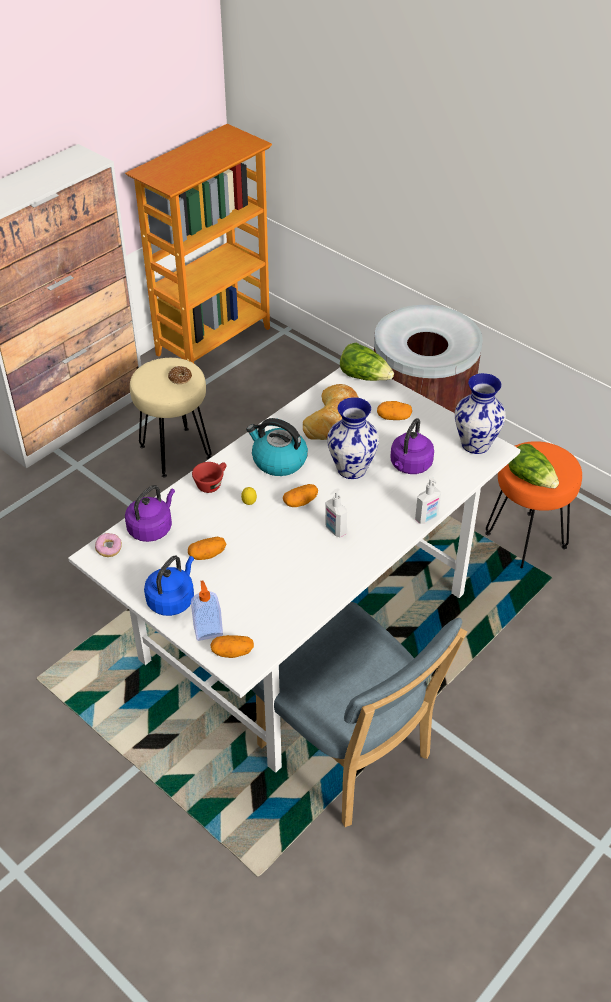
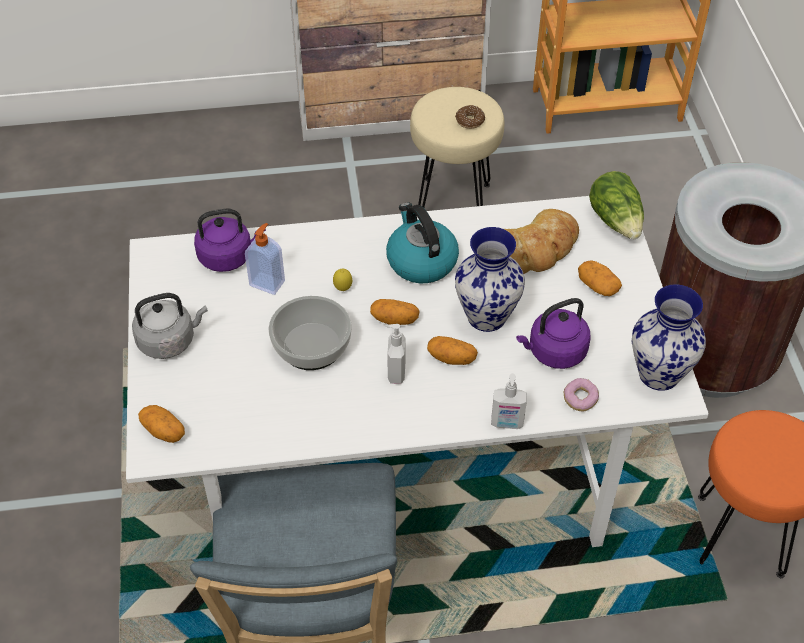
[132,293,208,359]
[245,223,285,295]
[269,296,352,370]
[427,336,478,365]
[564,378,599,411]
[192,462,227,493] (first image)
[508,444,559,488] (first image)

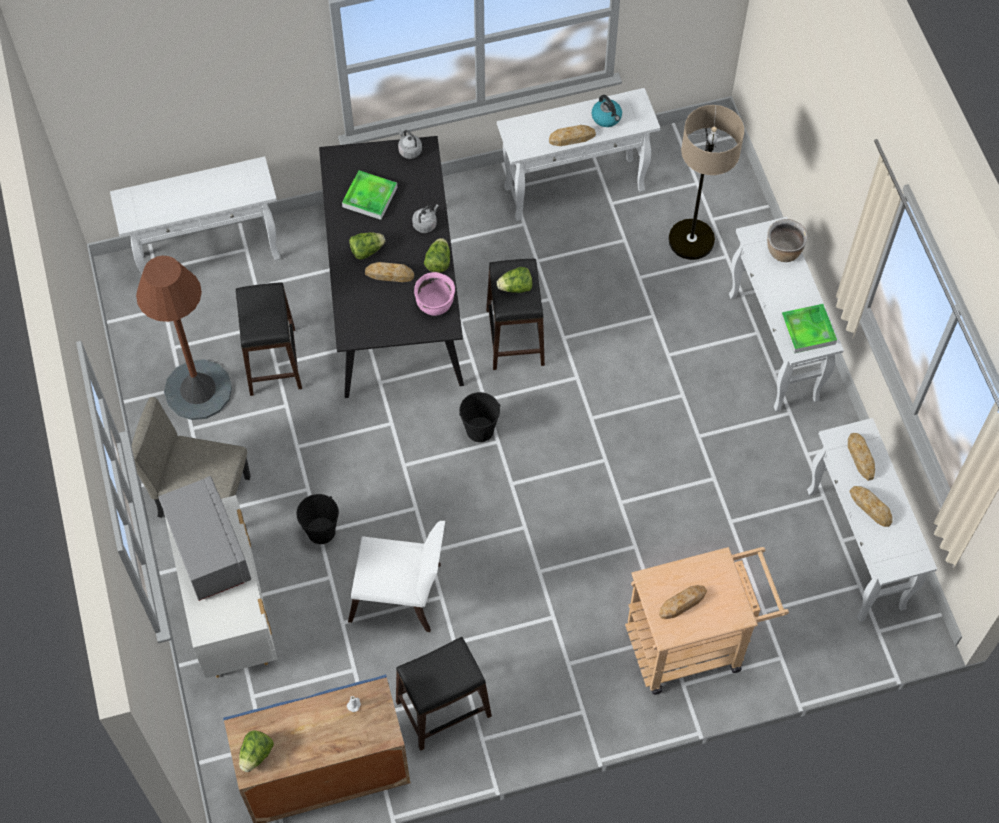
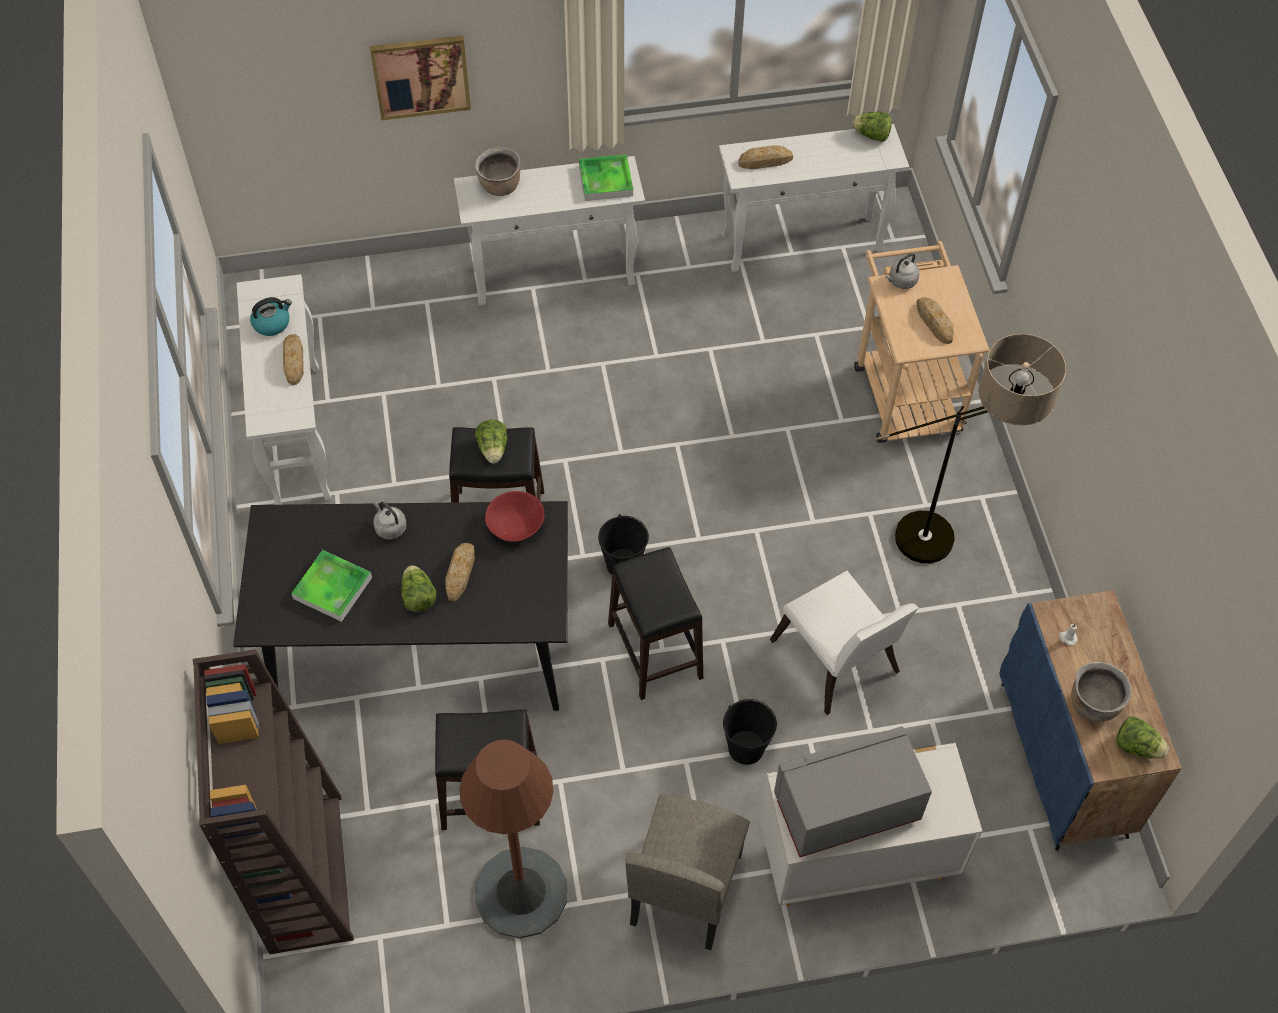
[193,649,354,954]
[370,36,471,120]
[485,491,545,542]
[608,547,703,700]
[770,571,918,715]
[852,112,892,142]
[875,334,1066,563]
[886,253,920,289]
[1071,662,1132,722]
[849,486,893,527] (first image)

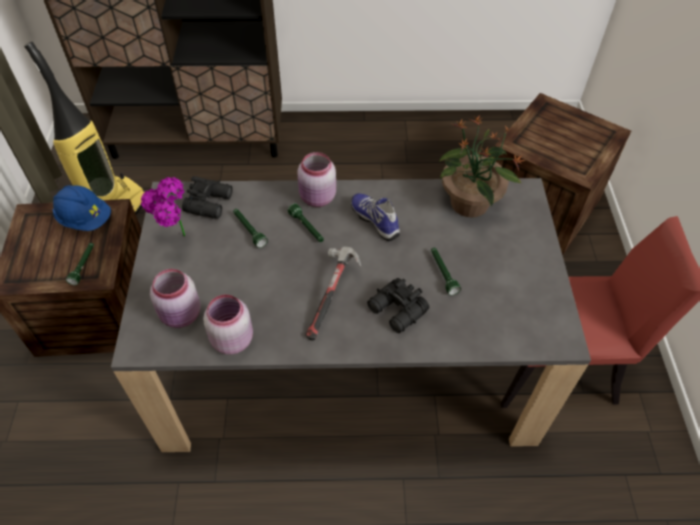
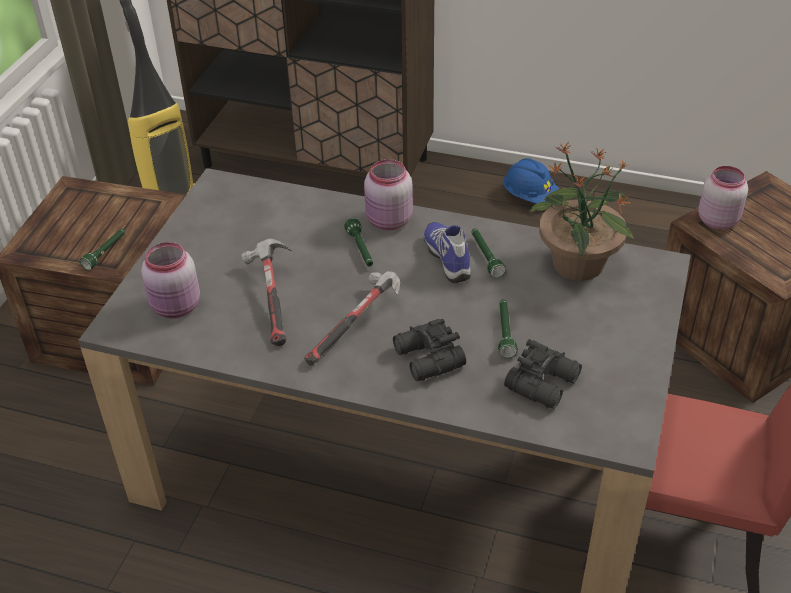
[242,239,292,346]
[472,229,506,278]
[503,158,559,204]
[504,339,582,409]
[698,166,748,230]
[141,177,185,237] (first image)

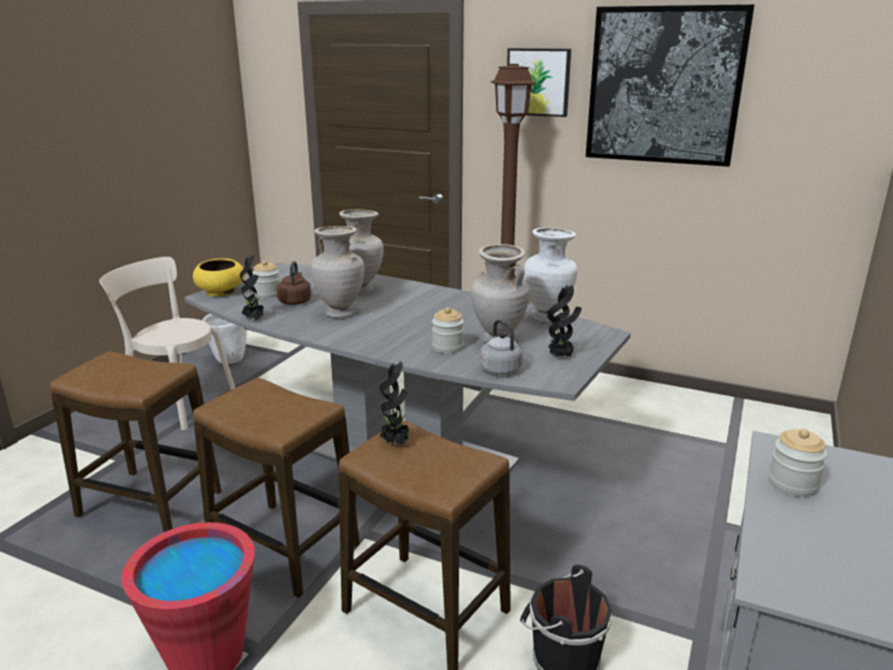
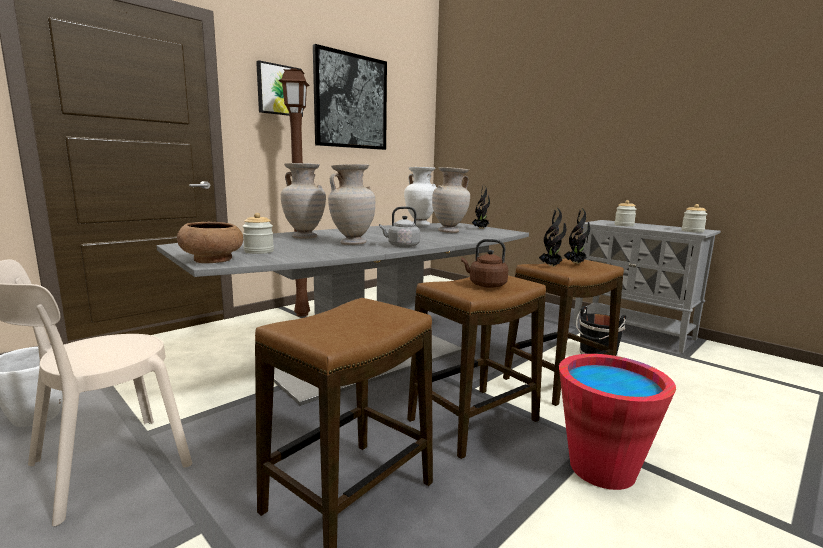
[177,222,243,263]
[379,206,420,248]
[461,239,508,288]
[564,208,590,264]
[681,204,707,233]

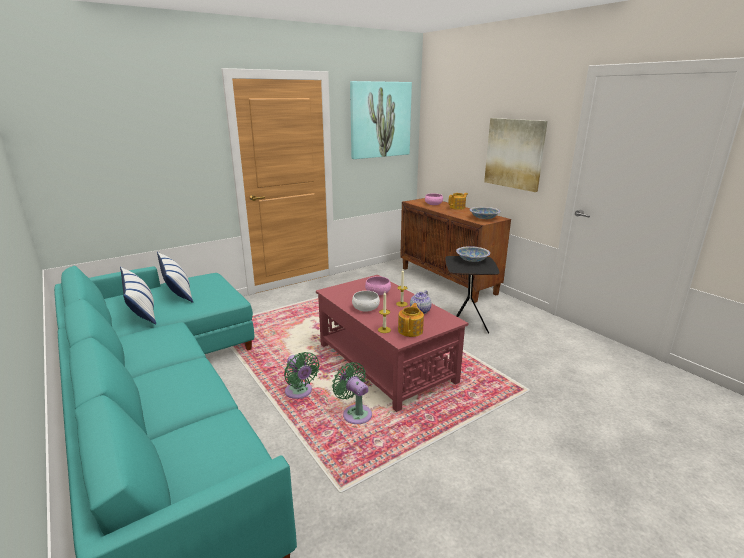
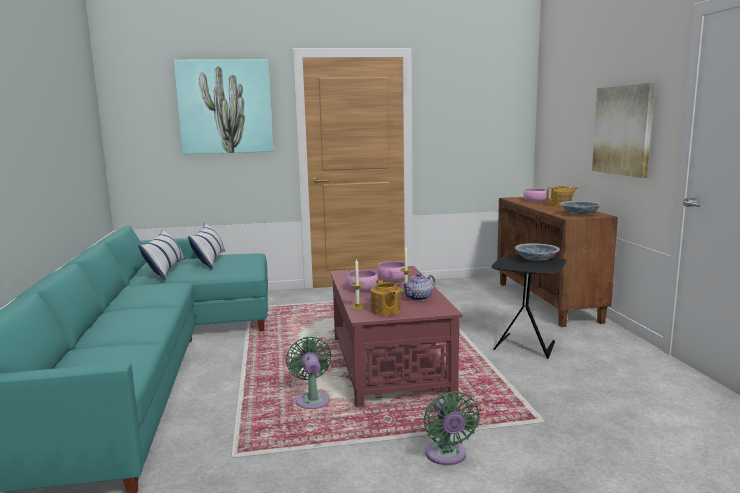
[173,59,273,154]
[346,270,378,292]
[371,280,401,316]
[423,391,480,465]

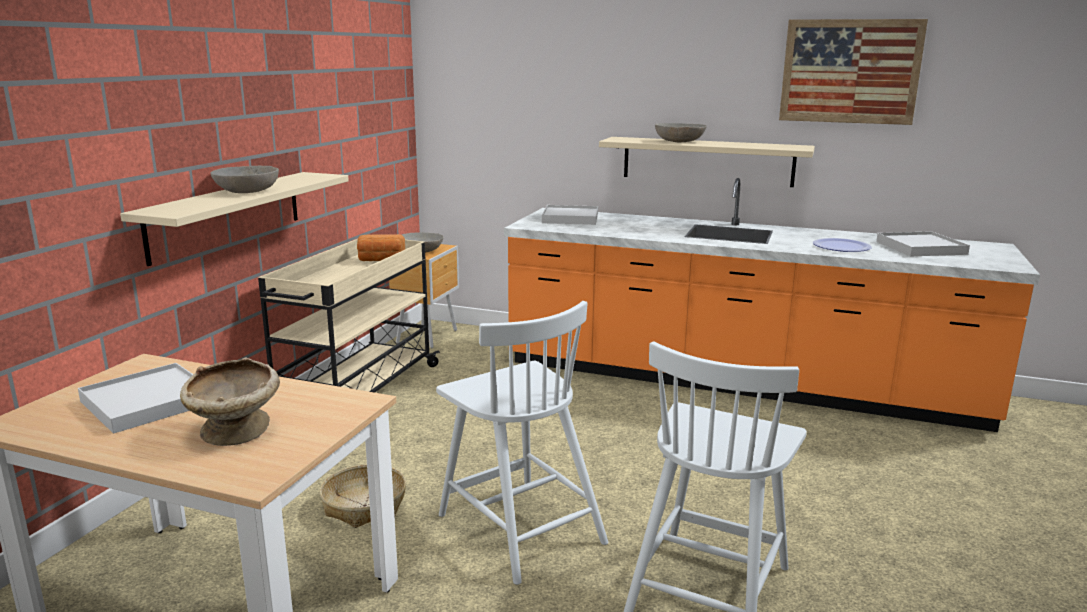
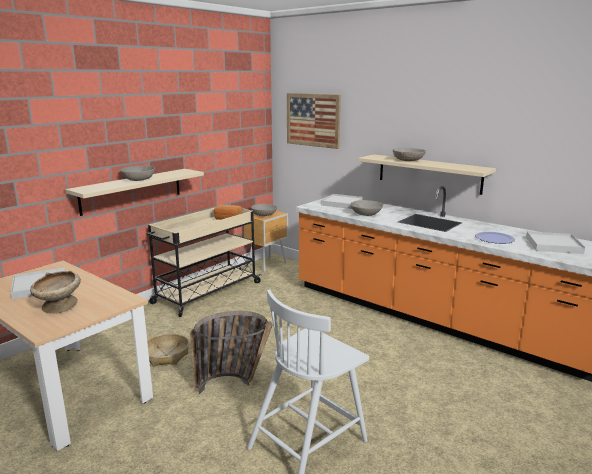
[190,311,273,394]
[287,93,341,149]
[350,200,383,216]

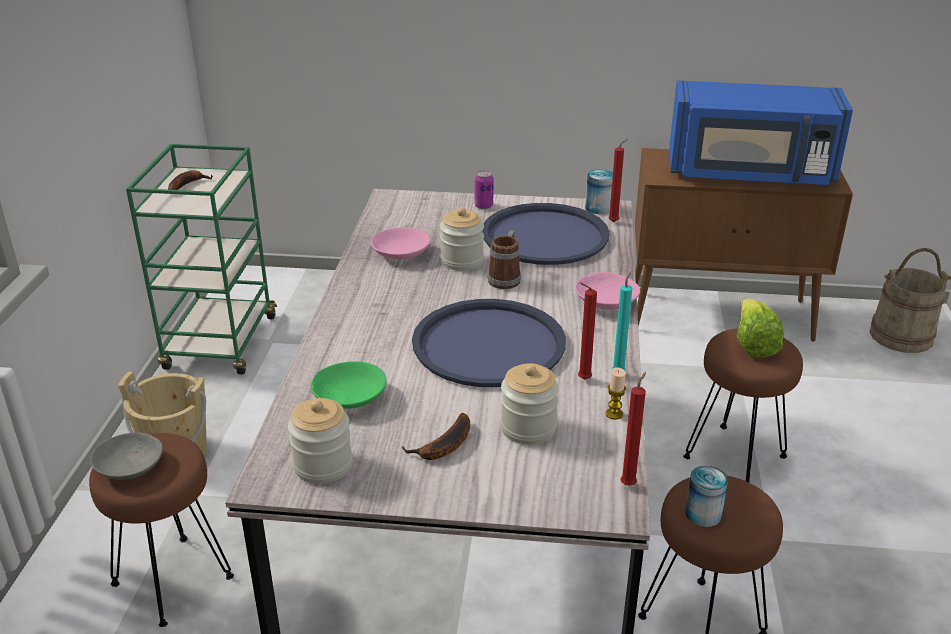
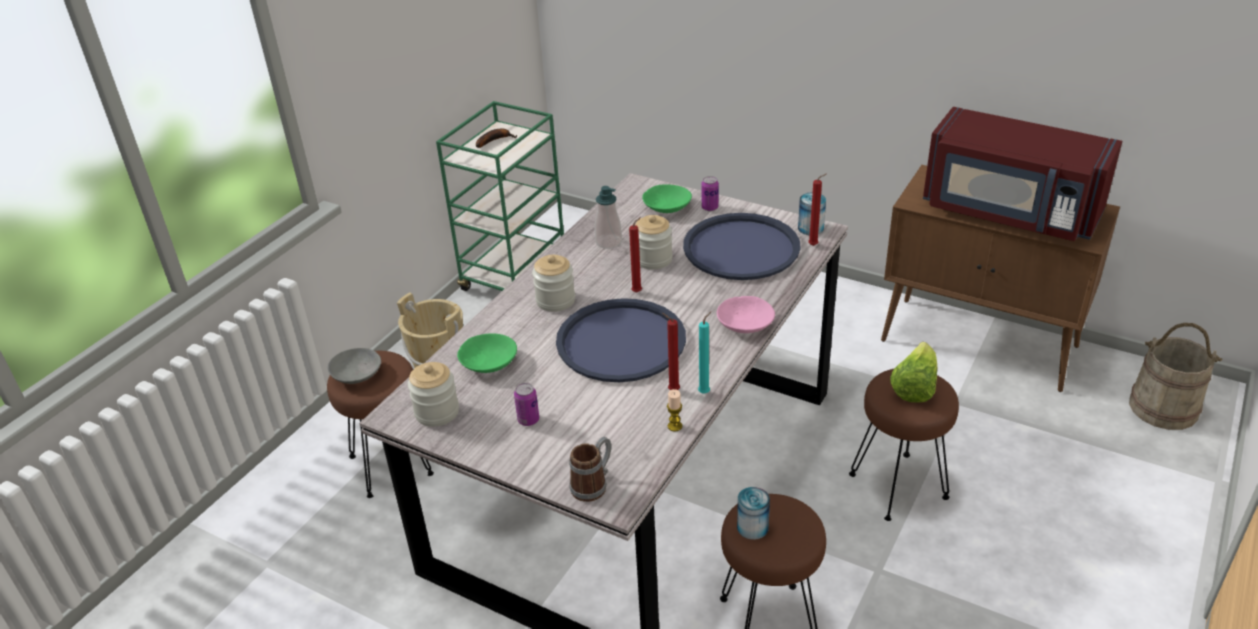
[514,383,539,426]
[532,255,575,312]
[569,437,611,502]
[595,186,622,249]
[629,217,642,293]
[642,184,692,213]
[923,107,1122,241]

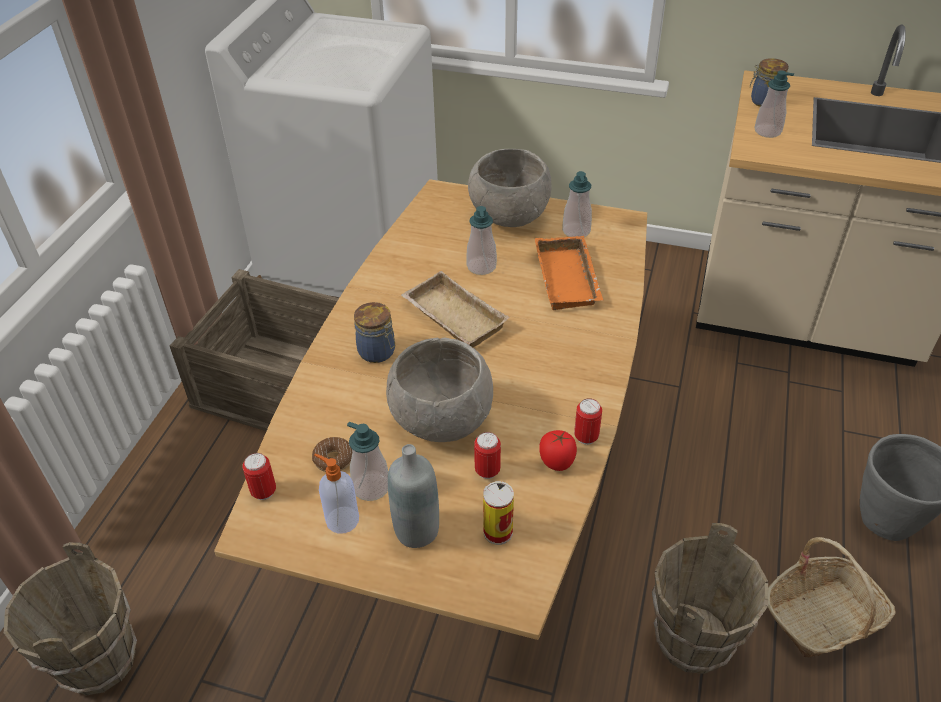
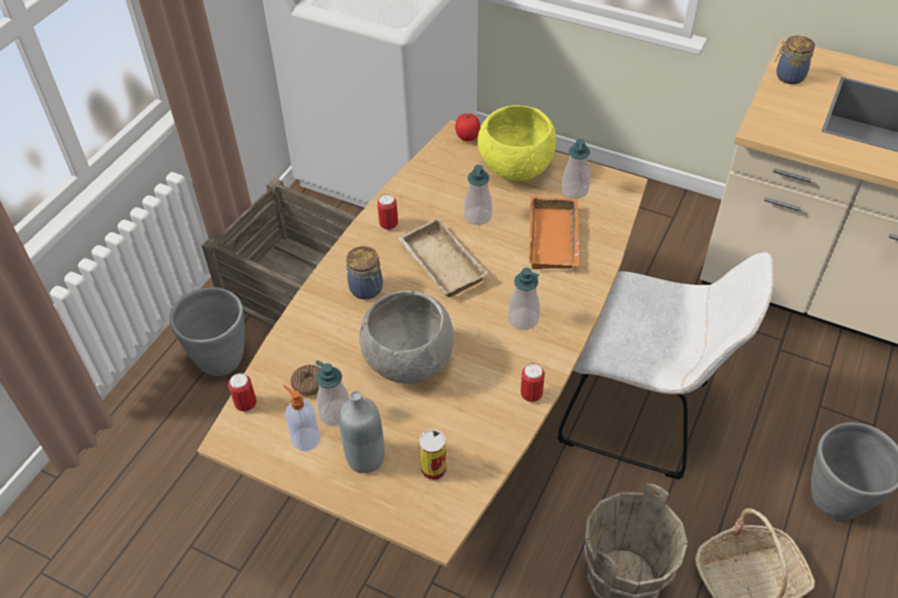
[170,287,245,376]
[377,194,398,231]
[455,113,480,141]
[478,105,556,181]
[508,268,540,330]
[557,252,773,480]
[3,542,137,695] (first image)

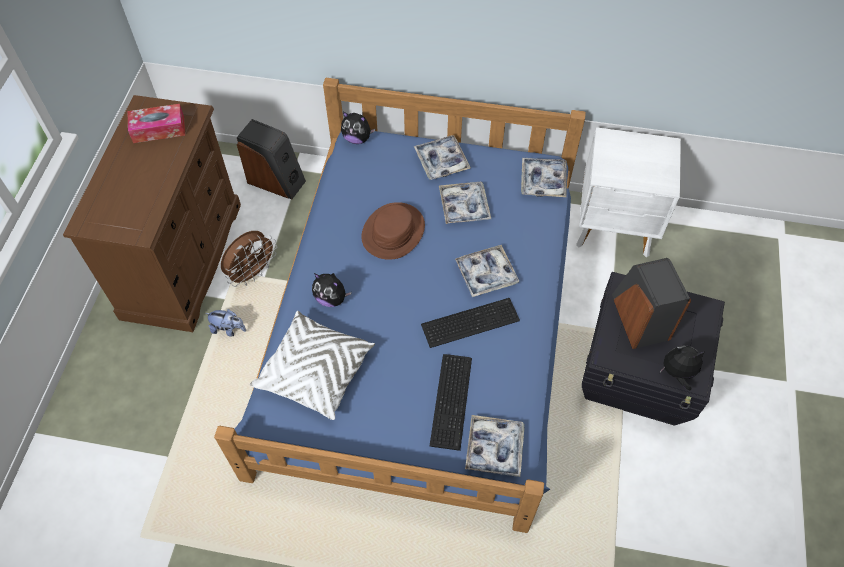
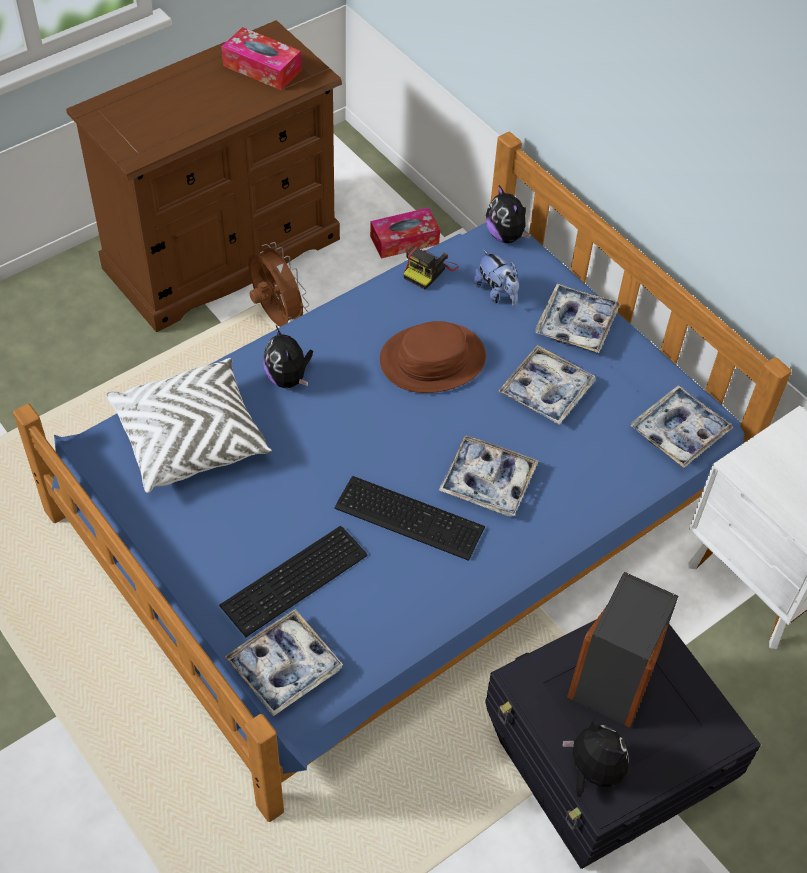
[248,242,309,327]
[370,208,440,259]
[403,246,458,290]
[474,249,519,306]

